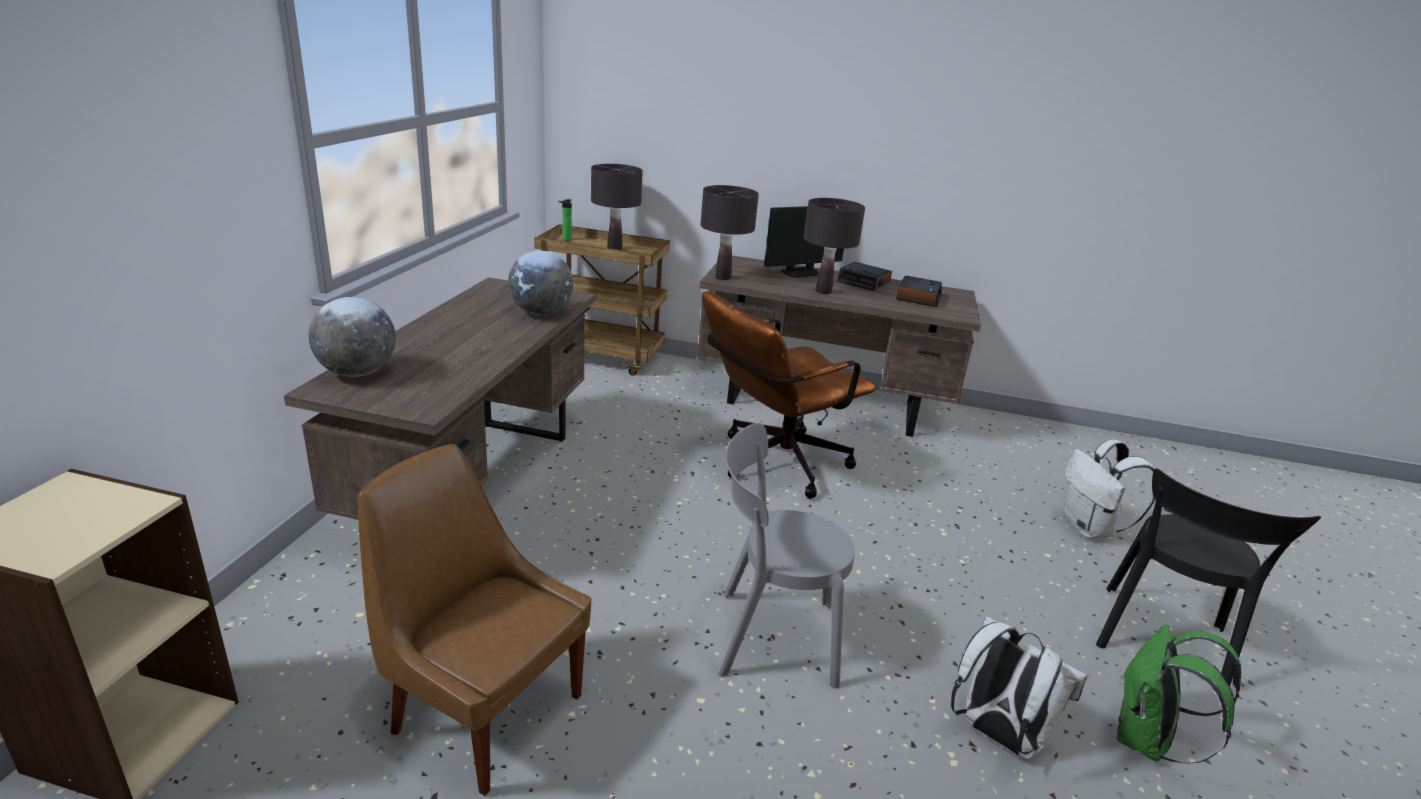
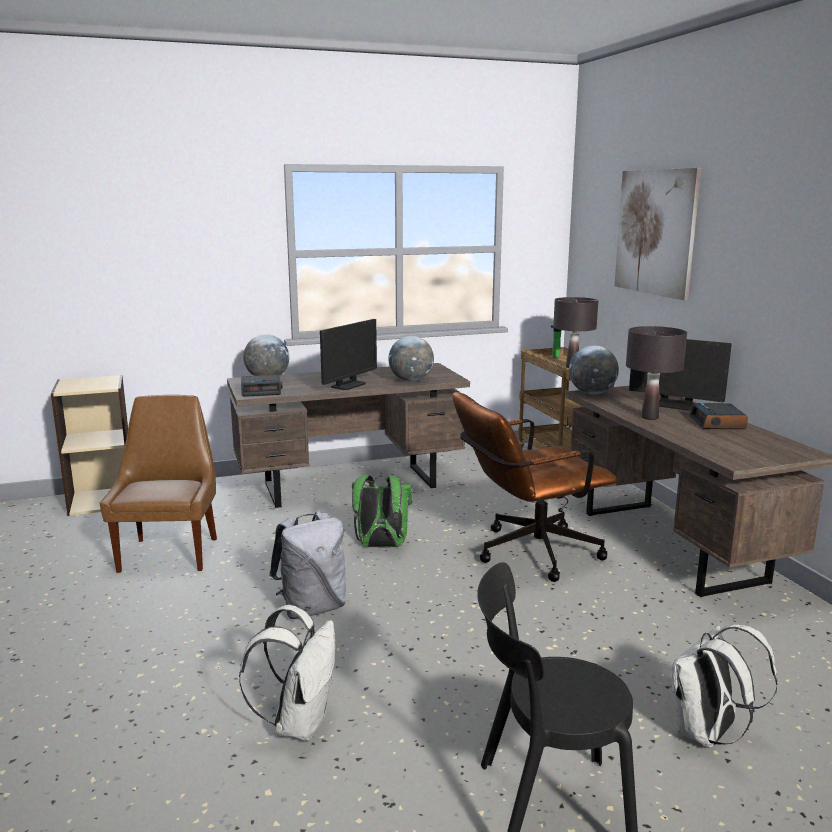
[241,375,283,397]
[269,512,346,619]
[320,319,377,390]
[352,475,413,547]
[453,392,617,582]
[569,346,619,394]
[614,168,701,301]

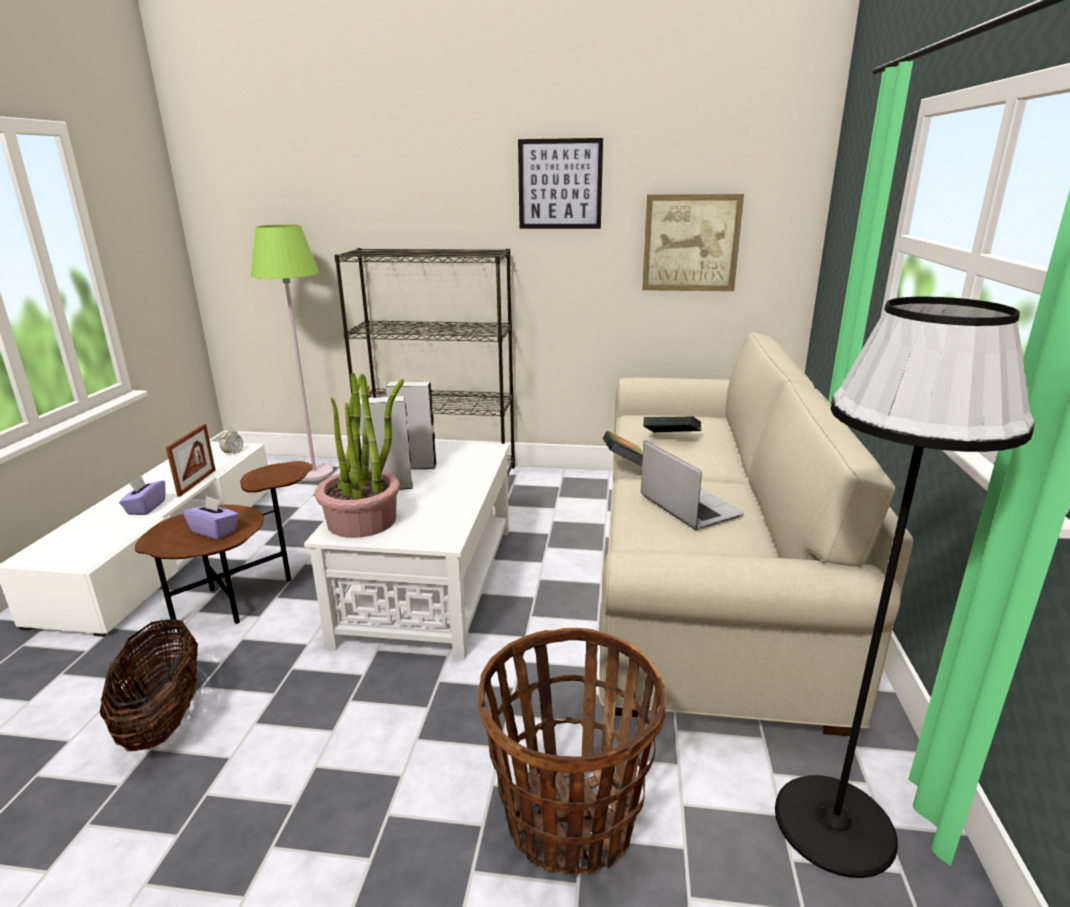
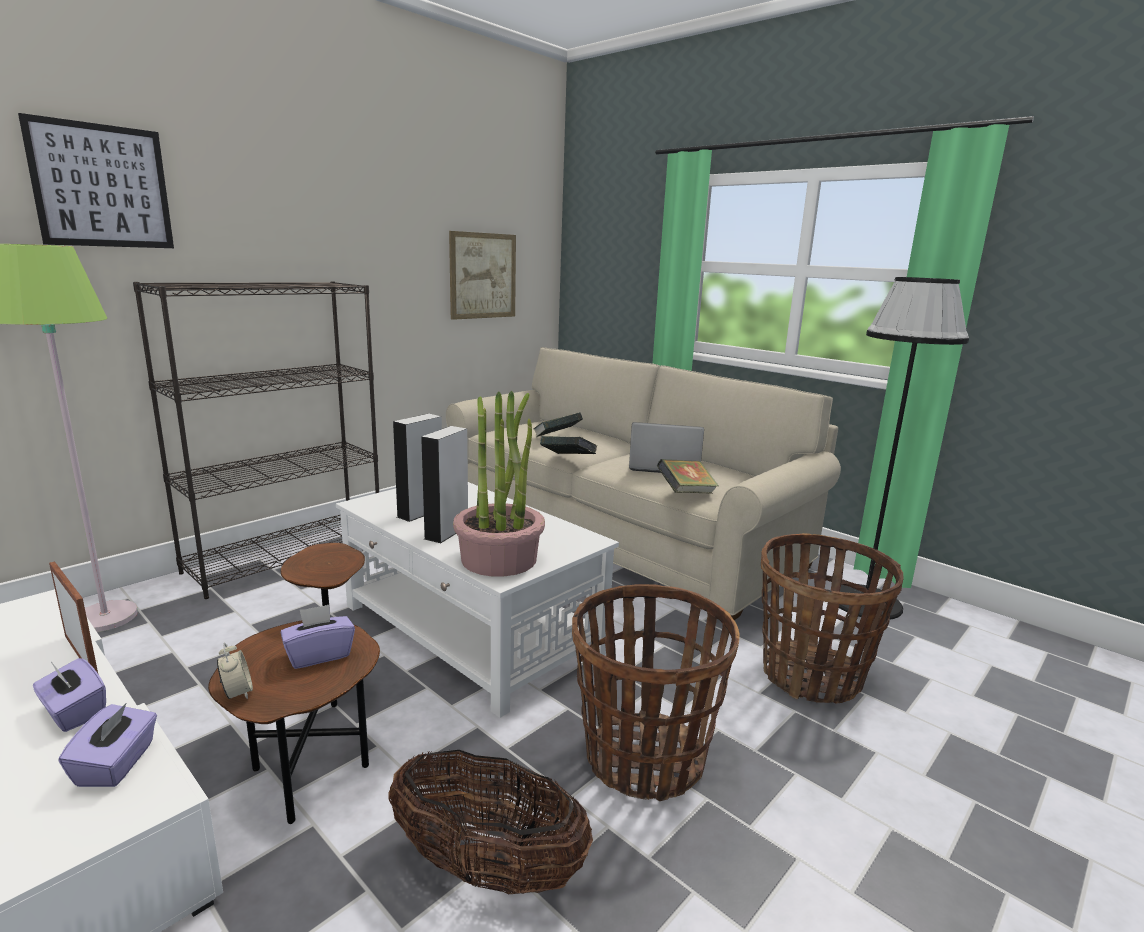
[18,113,174,248]
[59,703,157,787]
[217,642,253,699]
[572,584,740,801]
[657,459,719,494]

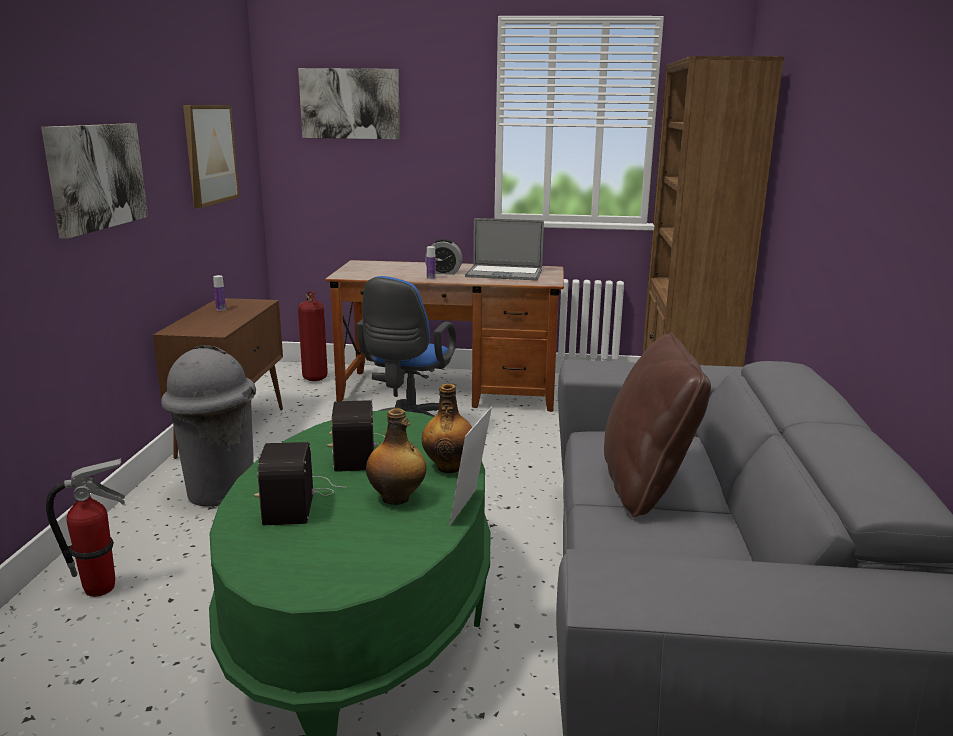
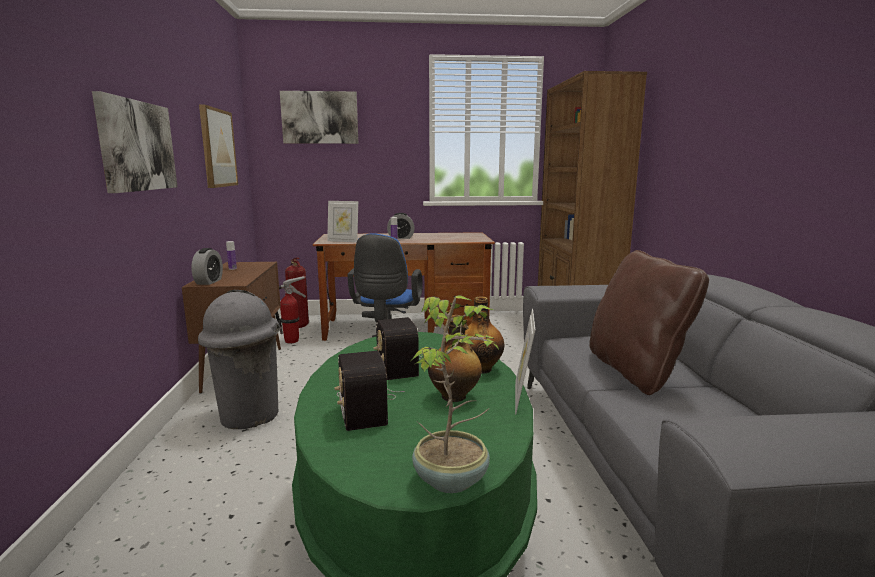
[191,248,223,285]
[275,276,306,343]
[327,201,358,242]
[412,295,500,493]
[465,218,544,280] (first image)

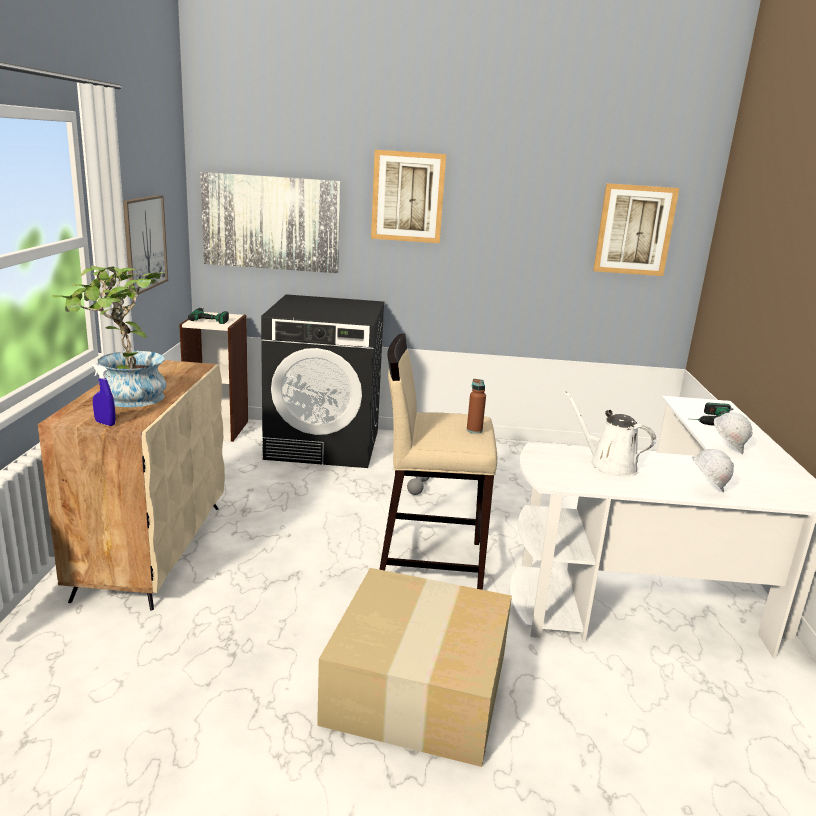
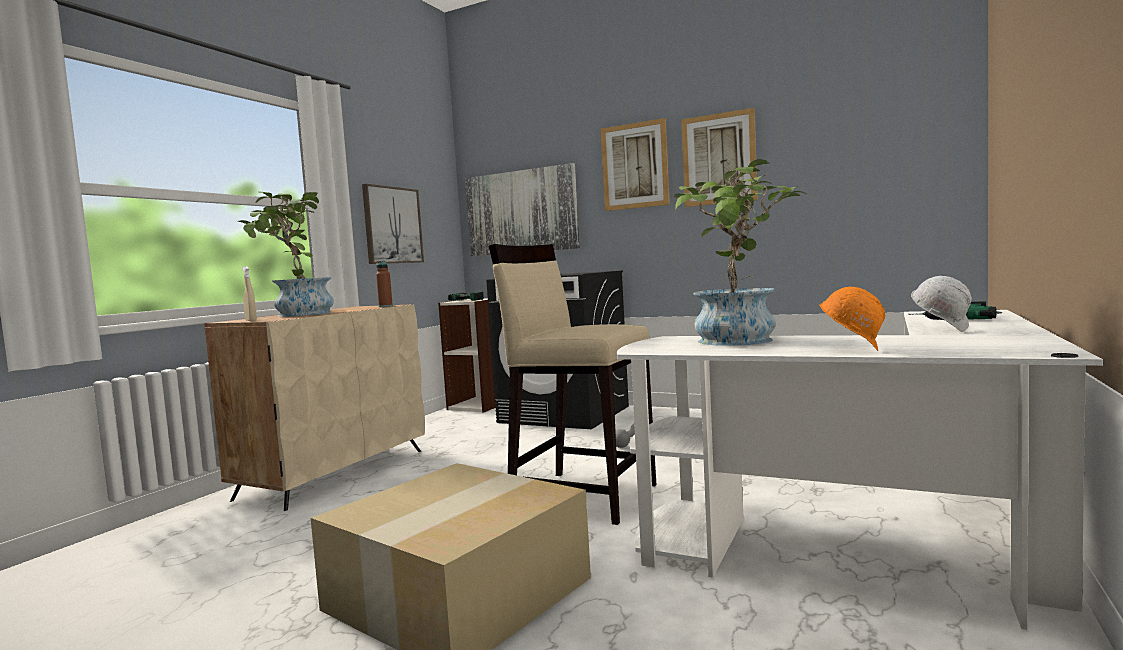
[242,266,257,321]
[376,261,393,307]
[674,159,812,346]
[681,108,758,207]
[819,287,885,351]

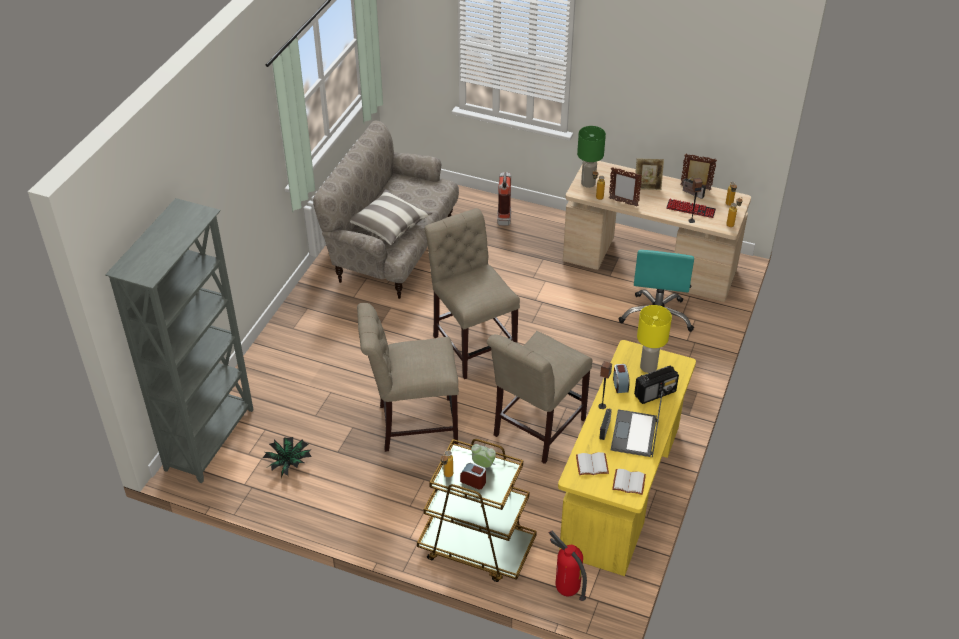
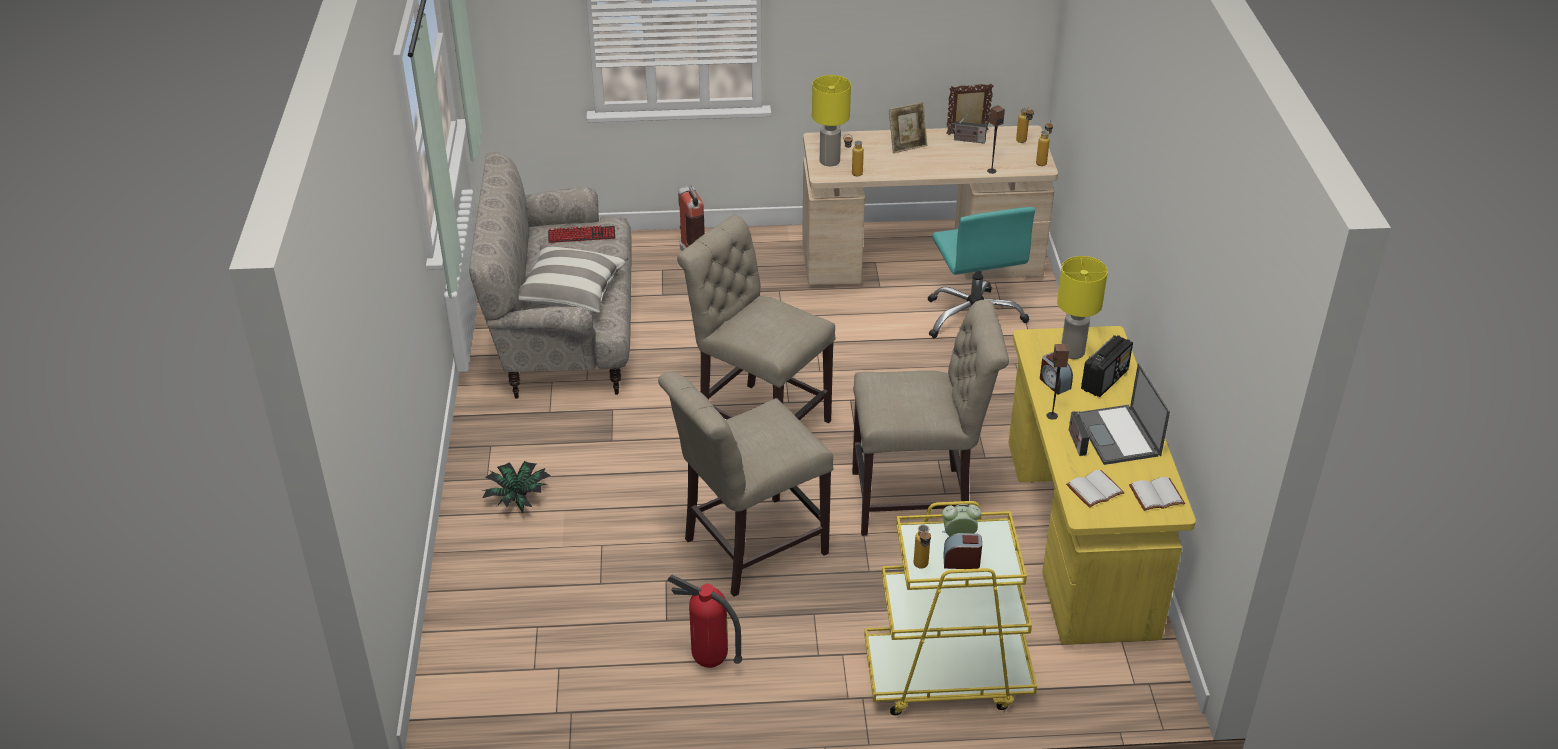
[482,461,551,513]
[548,225,615,243]
[667,575,742,668]
[812,75,851,166]
[852,299,1009,536]
[864,501,1037,715]
[105,198,254,483] (first image)
[609,167,642,207] (first image)

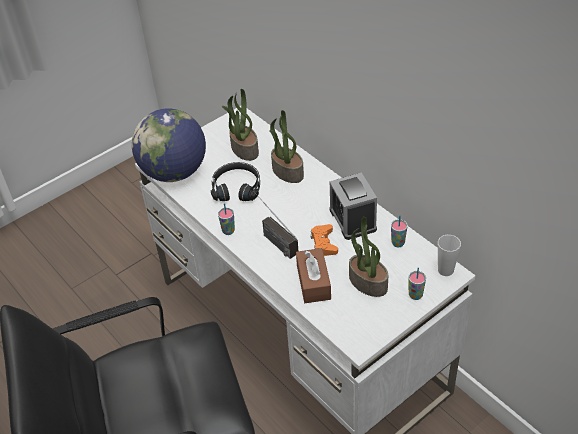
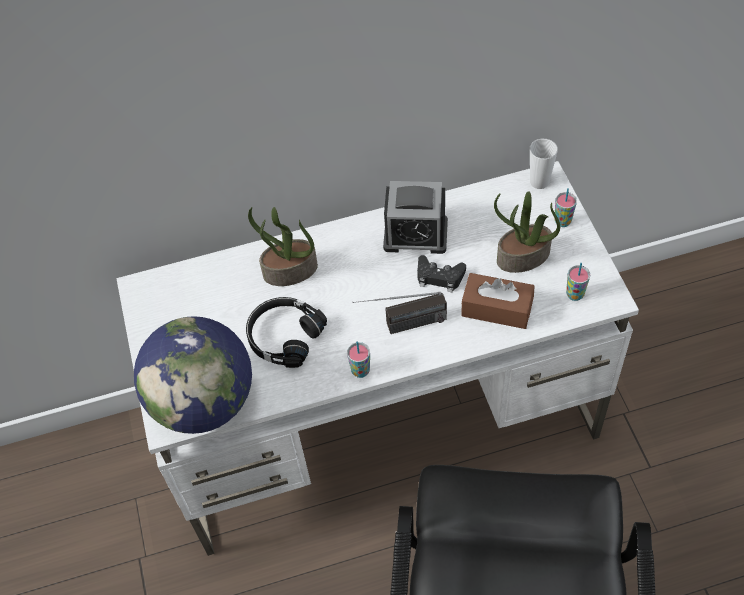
[417,255,466,292]
[566,263,590,301]
[222,89,259,161] (first image)

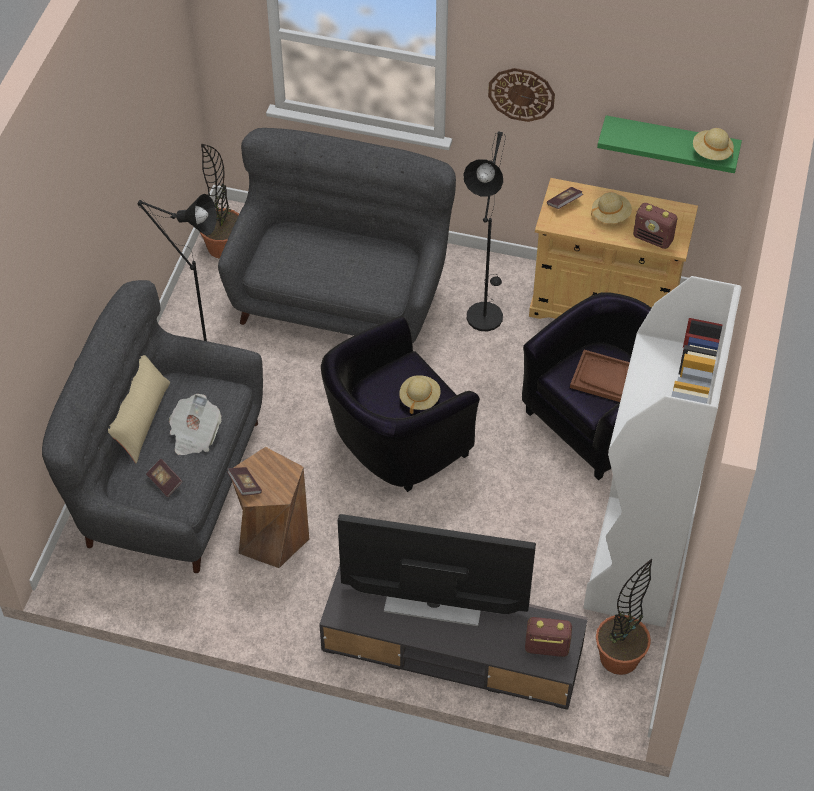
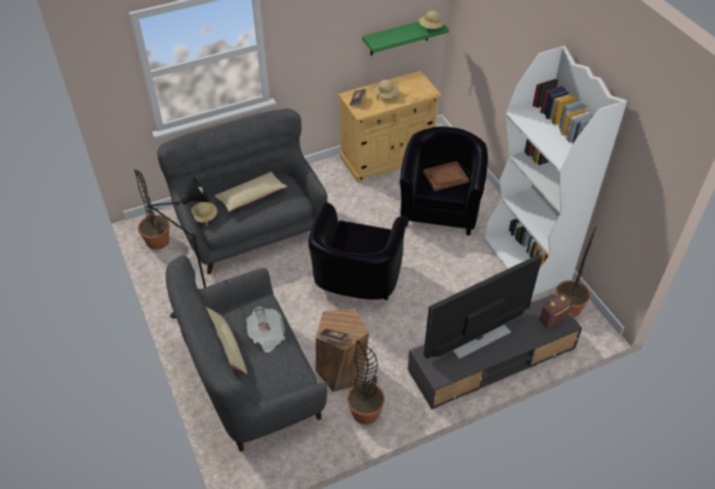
[191,202,217,226]
[214,172,287,212]
[347,340,385,425]
[146,459,183,497] (first image)
[463,131,506,331] (first image)
[488,68,555,122] (first image)
[633,203,677,249] (first image)

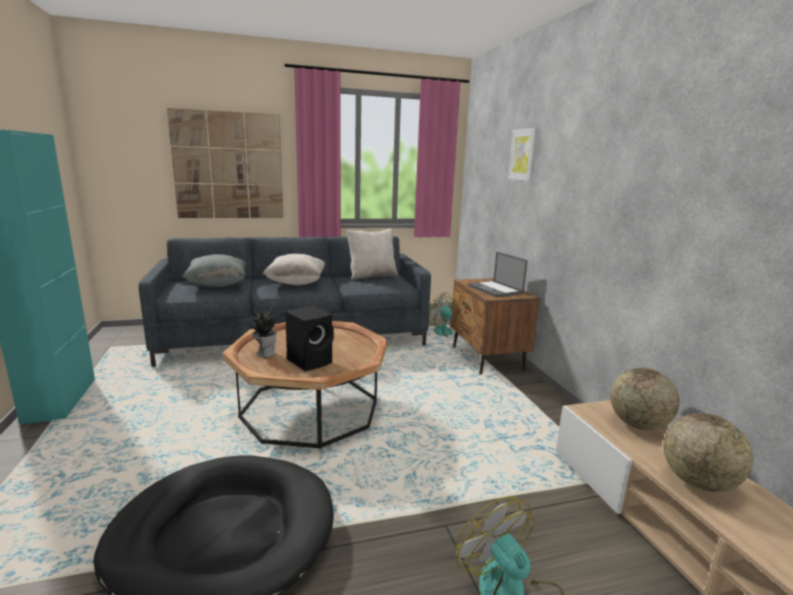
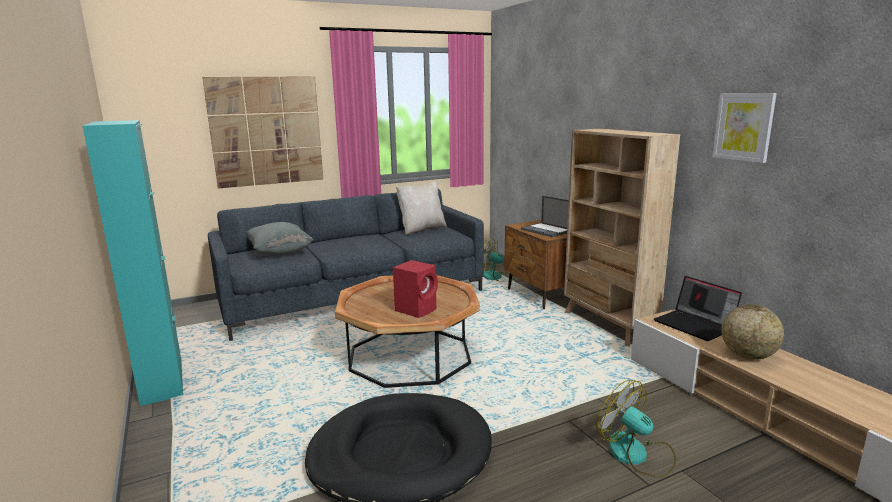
[393,260,438,318]
[564,128,680,346]
[654,276,742,341]
[712,93,777,163]
[243,305,279,358] (first image)
[263,254,325,285] (first image)

